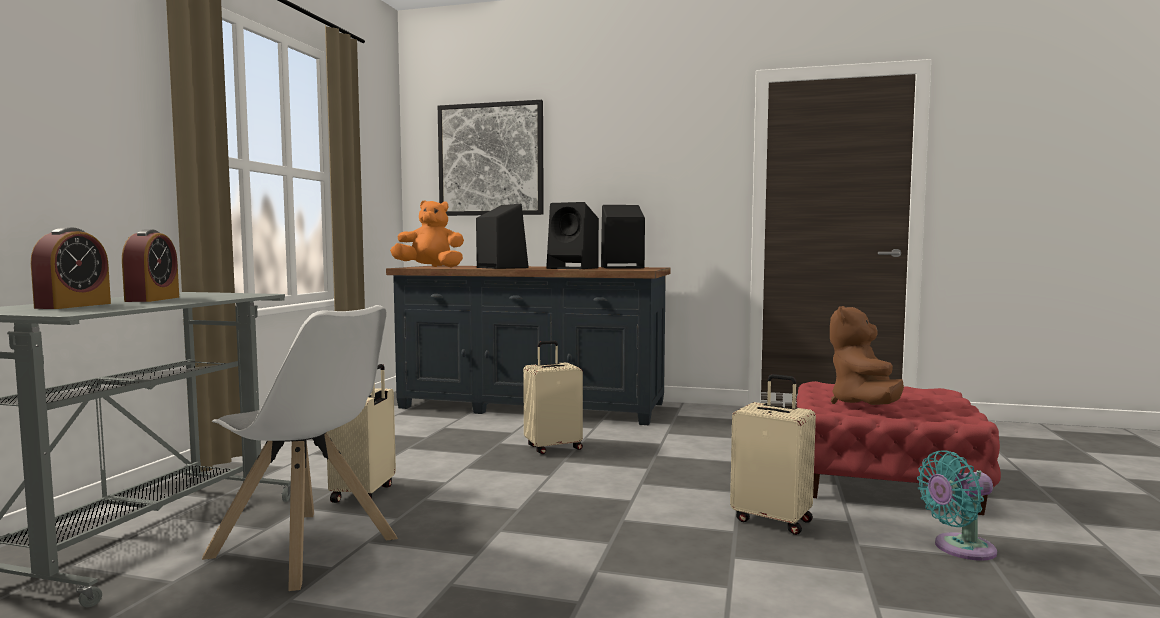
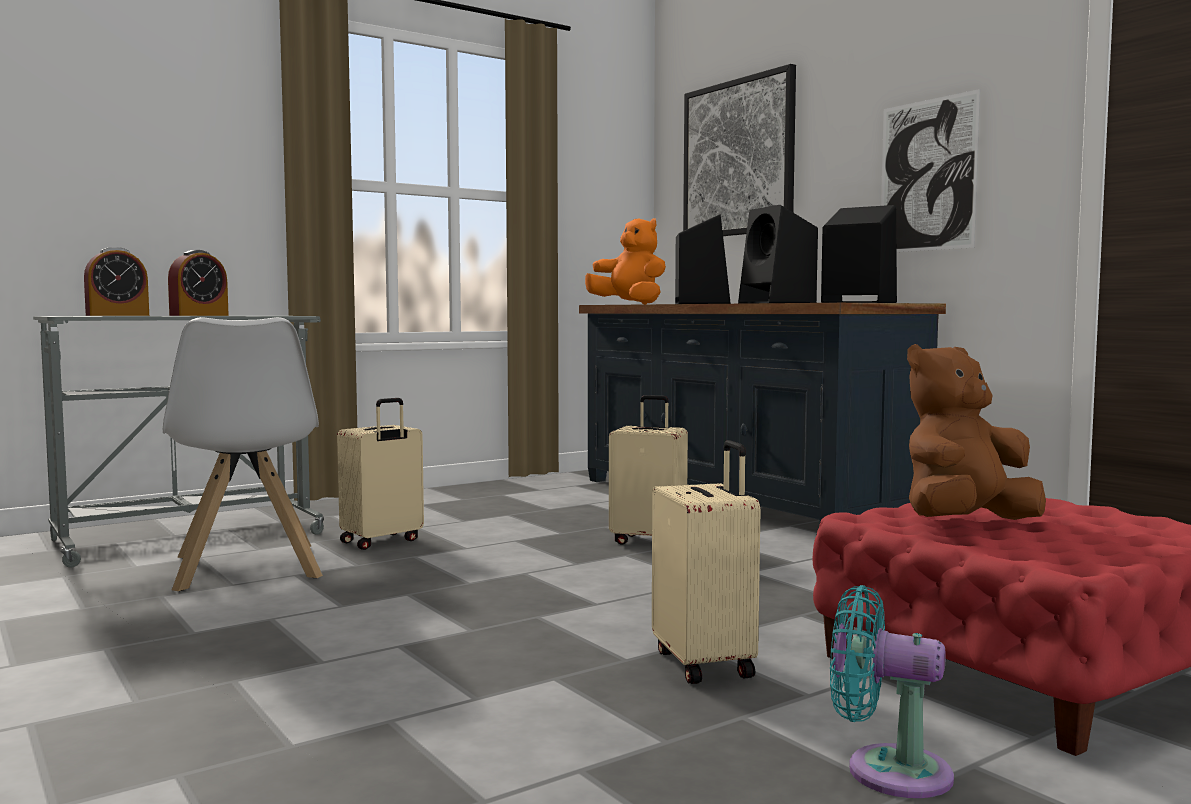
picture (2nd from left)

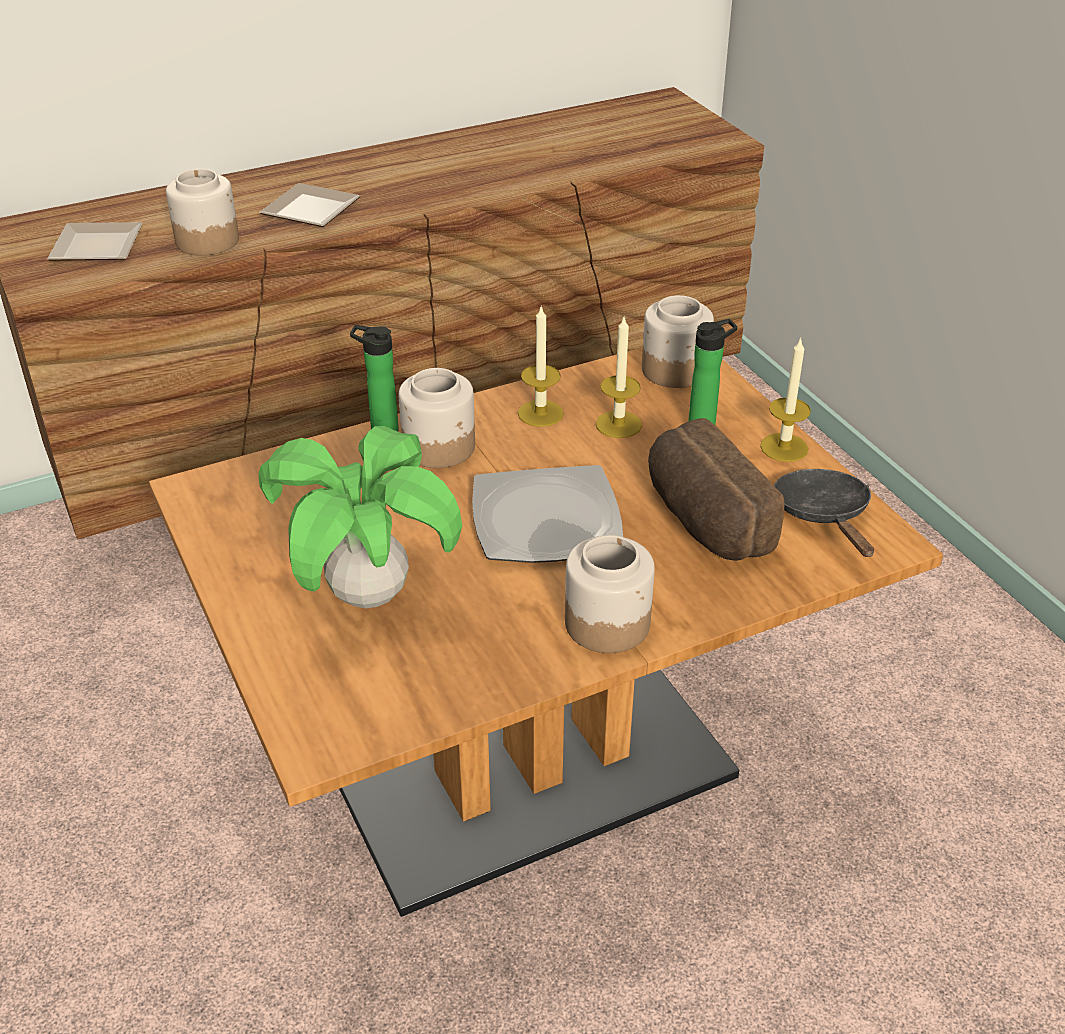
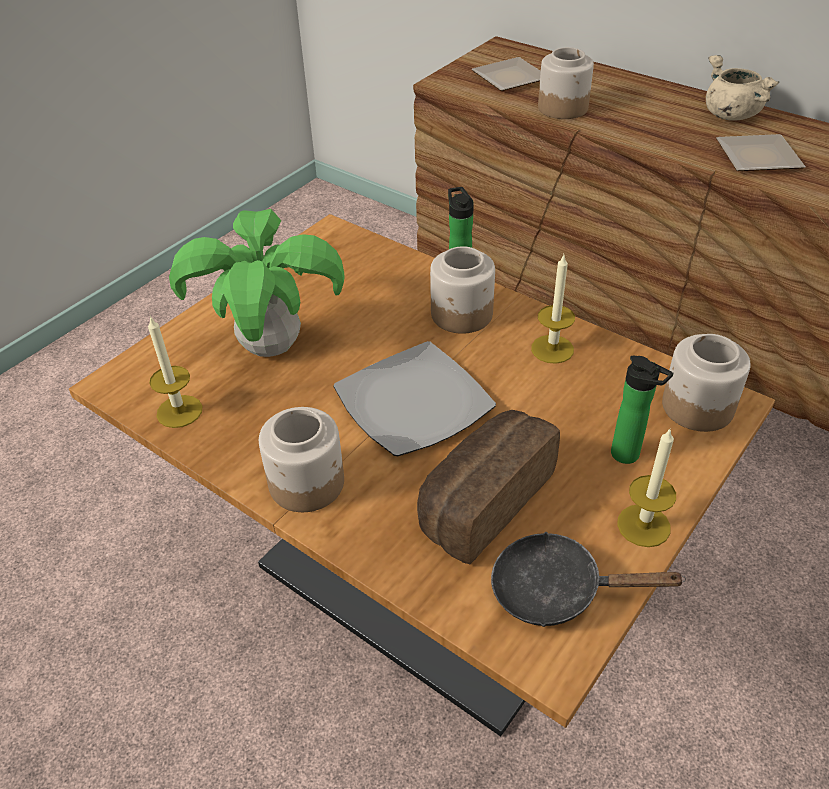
candle (1st from left)
black_frying_pan
beige_cooking_pot
plate (3rd from left)

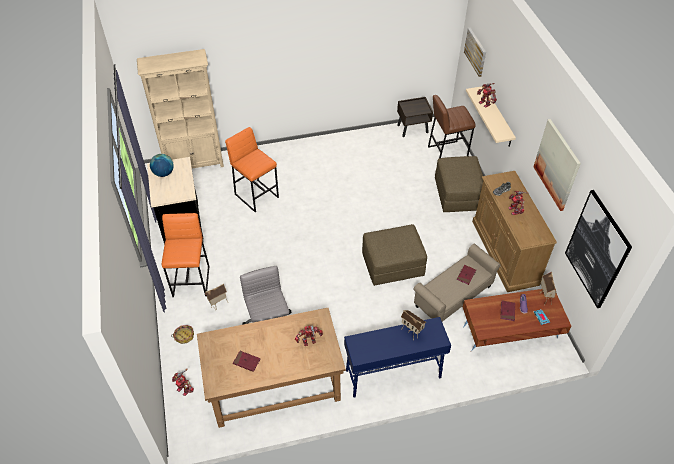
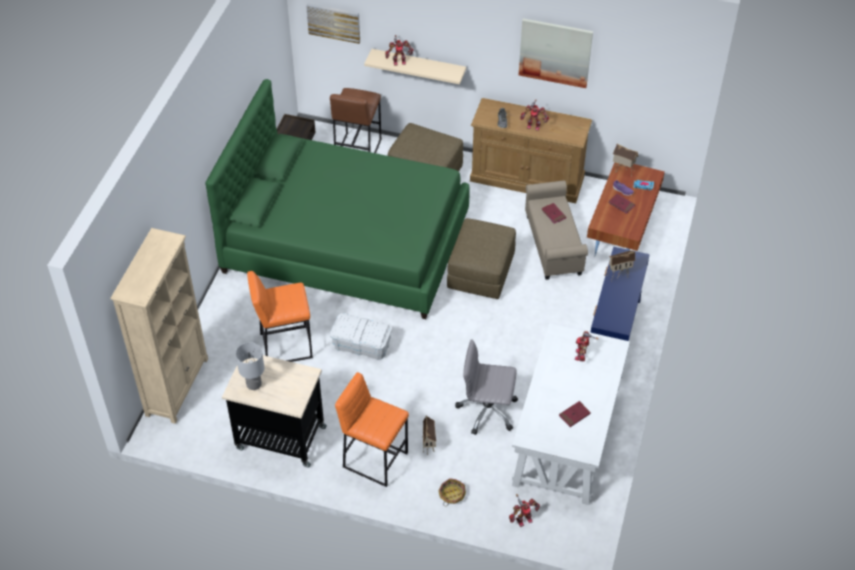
green_bed
grey_table_lamp
white_storage_box
white_desk
picture (3rd from left in the first image)

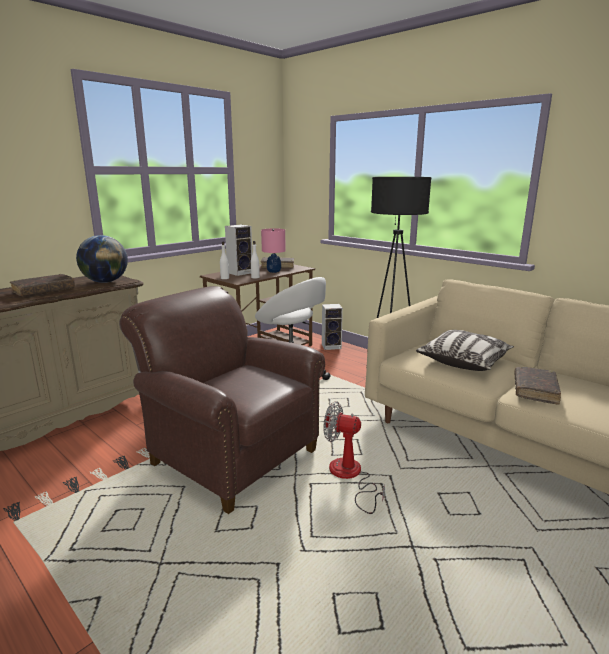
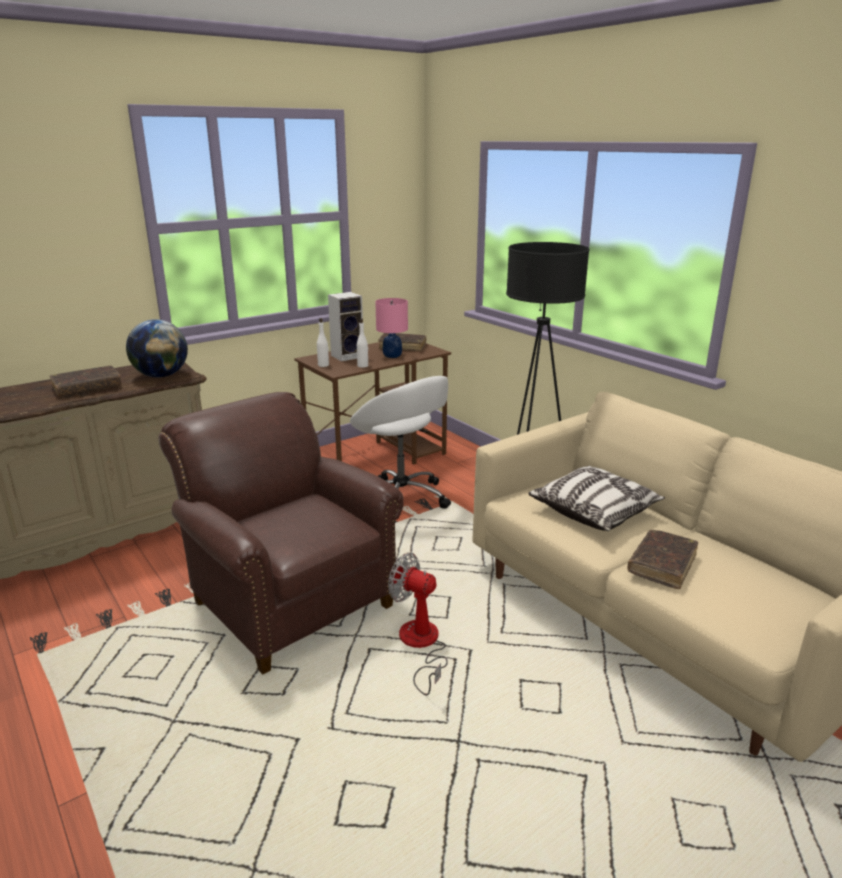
speaker (2nd from left in the first image)

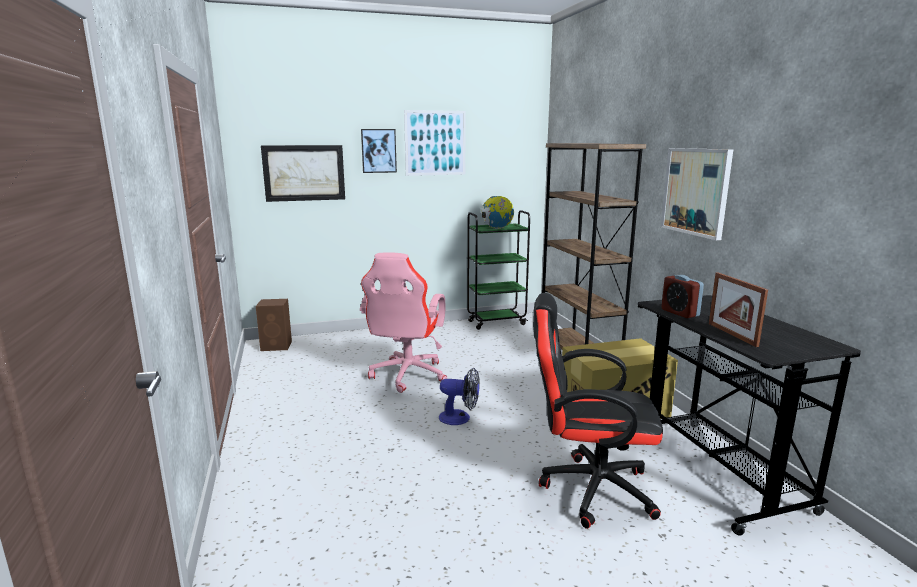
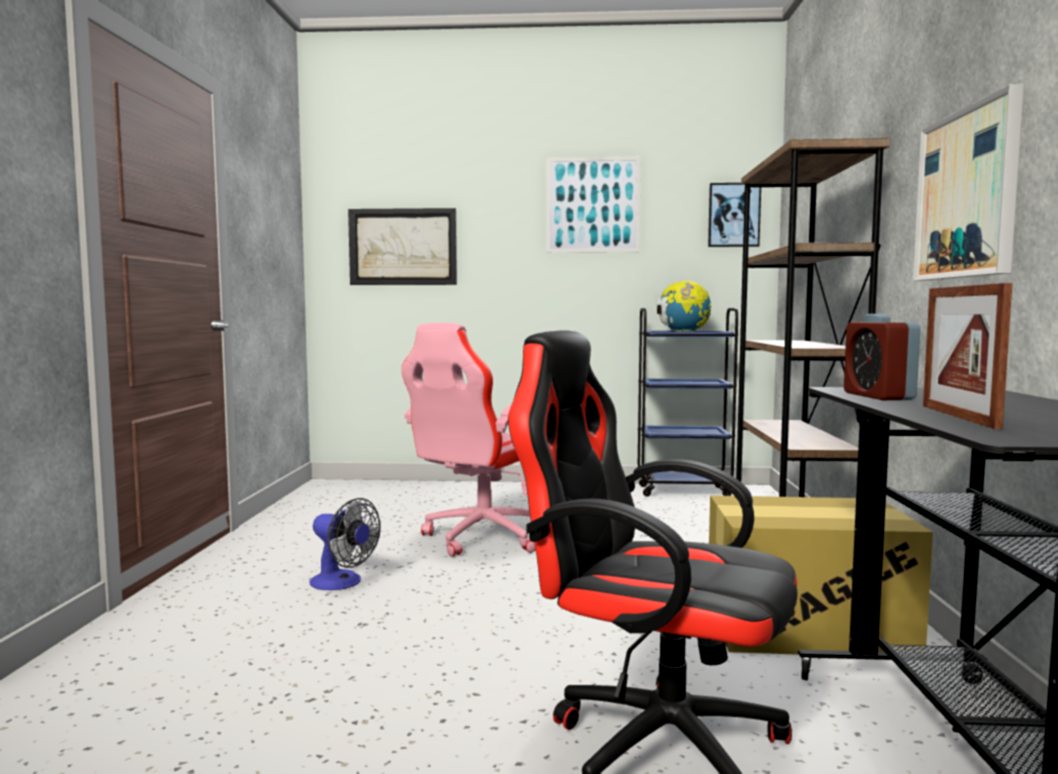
fan
blue_cart
picture (3rd from left)
brown_speaker

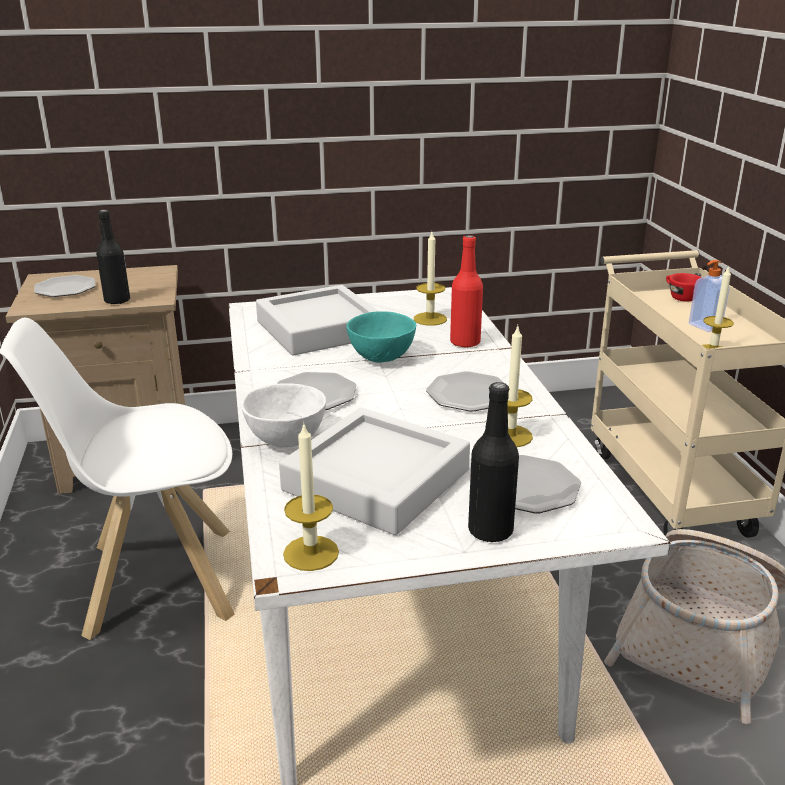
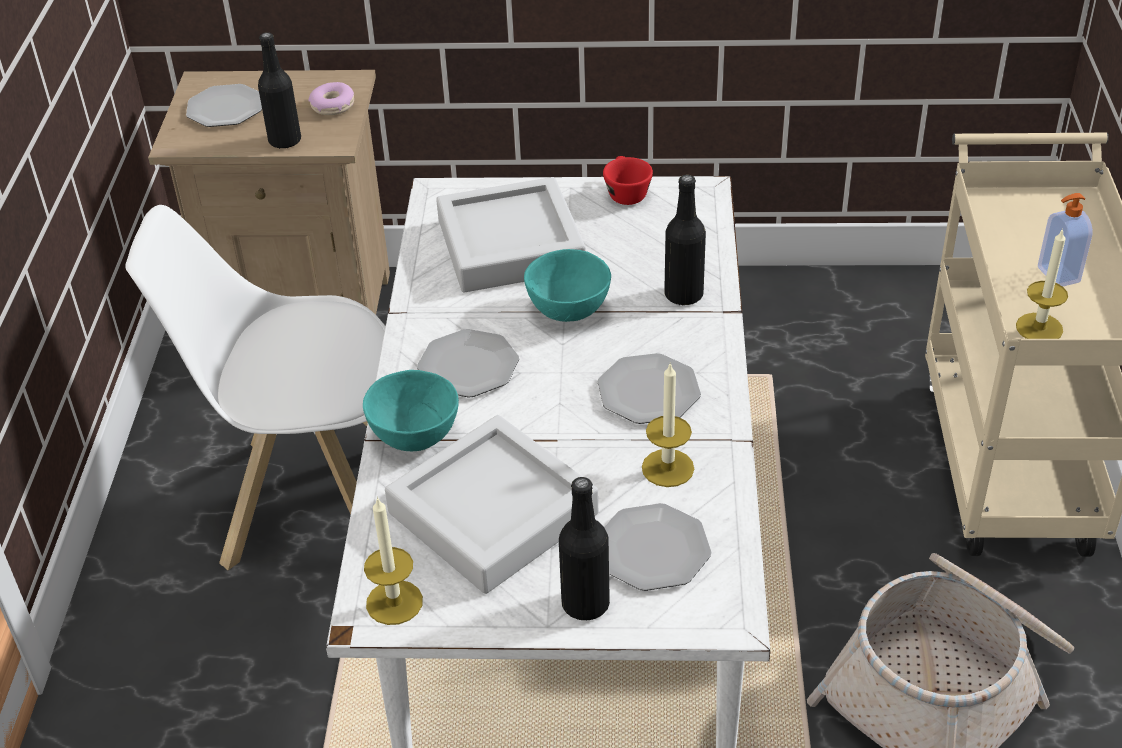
donut
turquoise_bowl (1st from left)
red_cup
black_bottle (3rd from left)
candle (2nd from left in the first image)

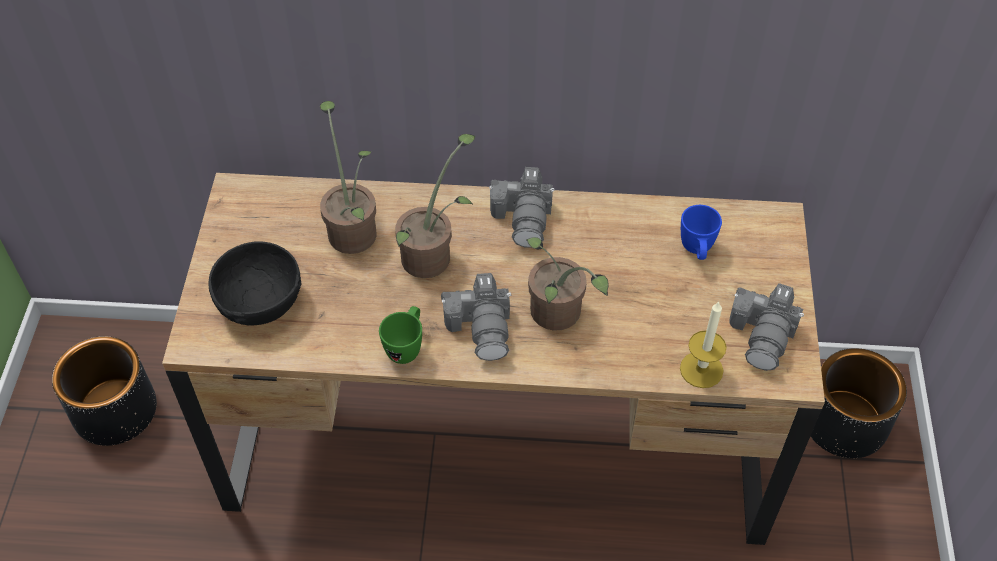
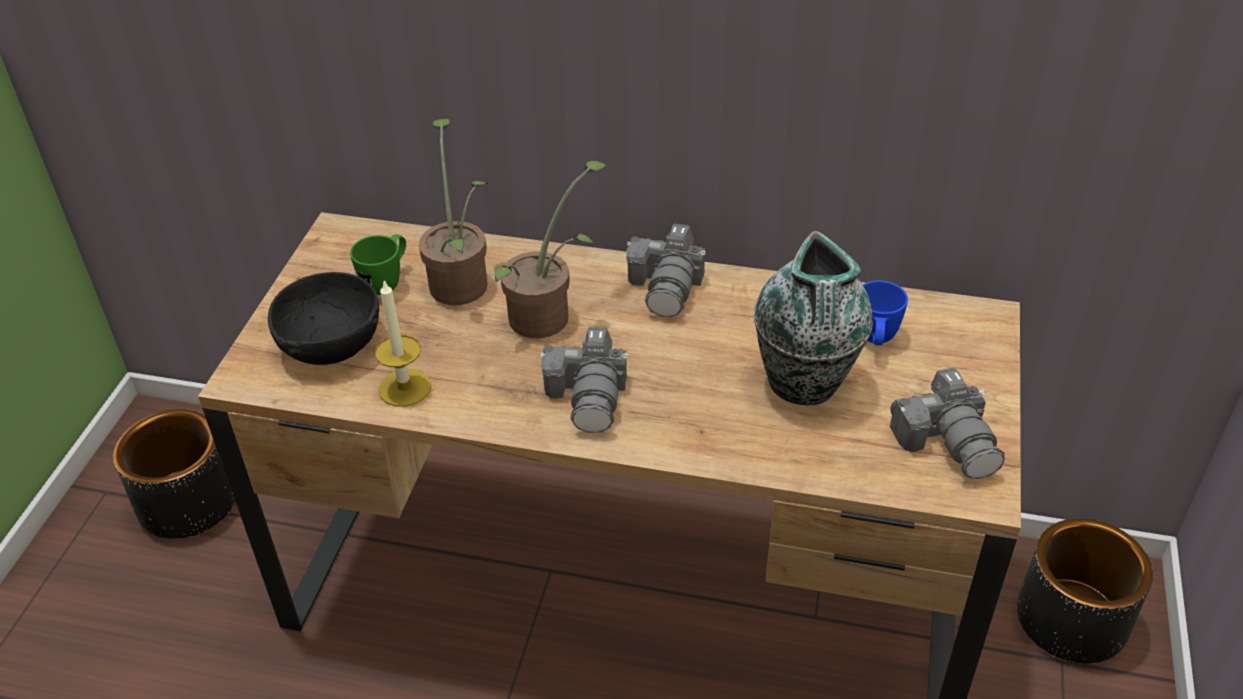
green_mug
candle
vase
photo_camera (3rd from left)
potted_plant (3rd from left in the first image)

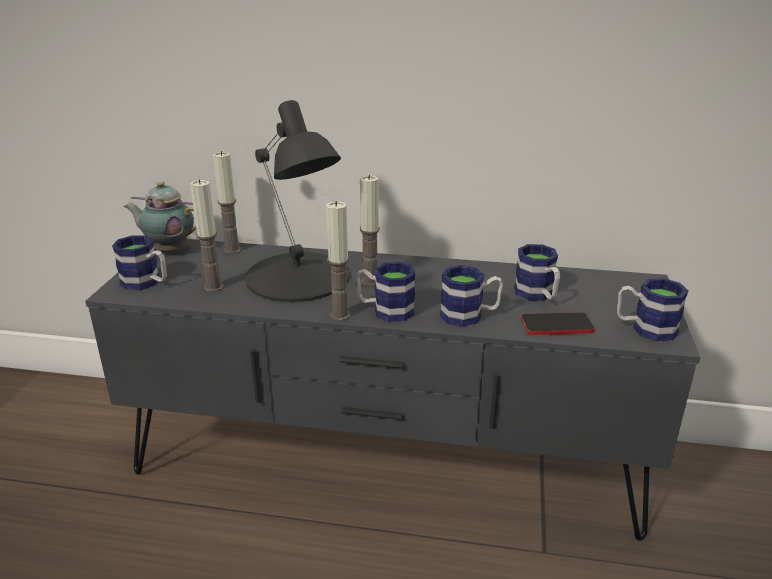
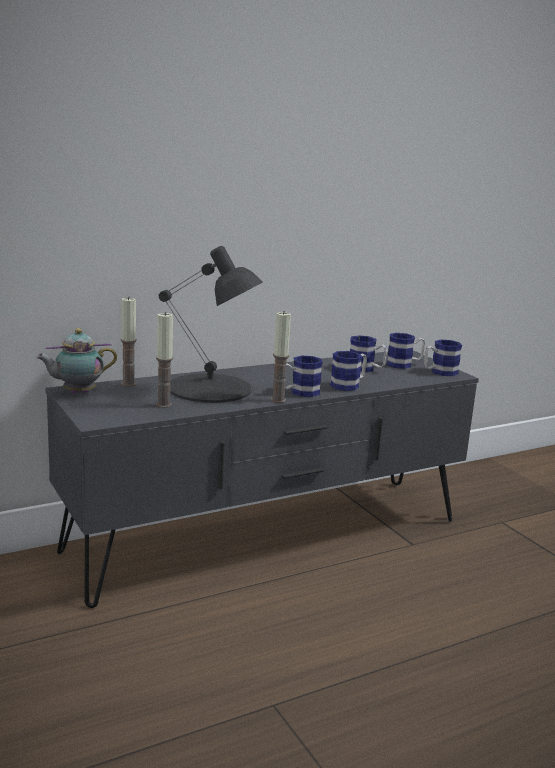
mug (4th from left)
candle (4th from left in the first image)
phone

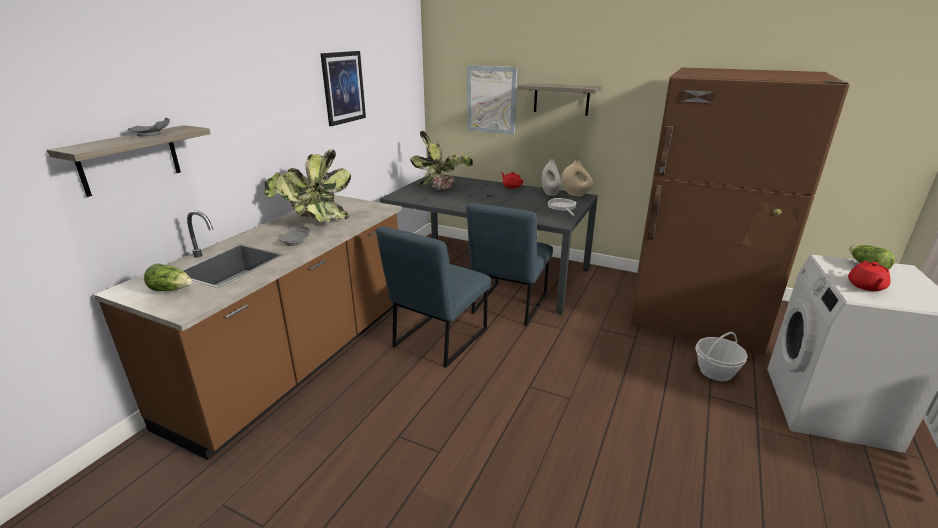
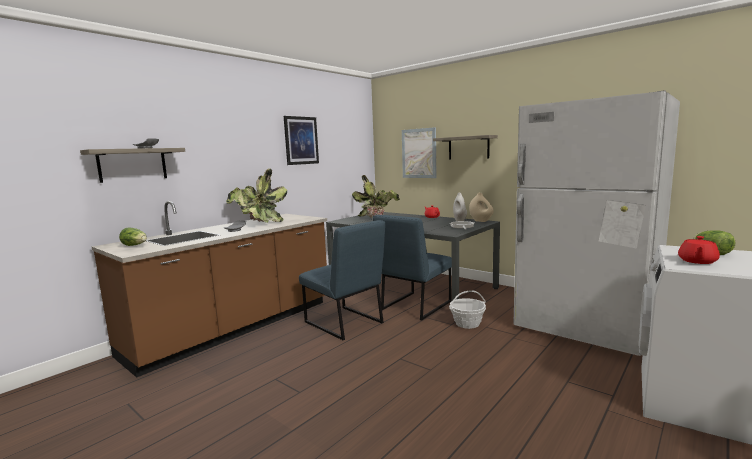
blue_chair (1st from left)
basket
white_fridge

